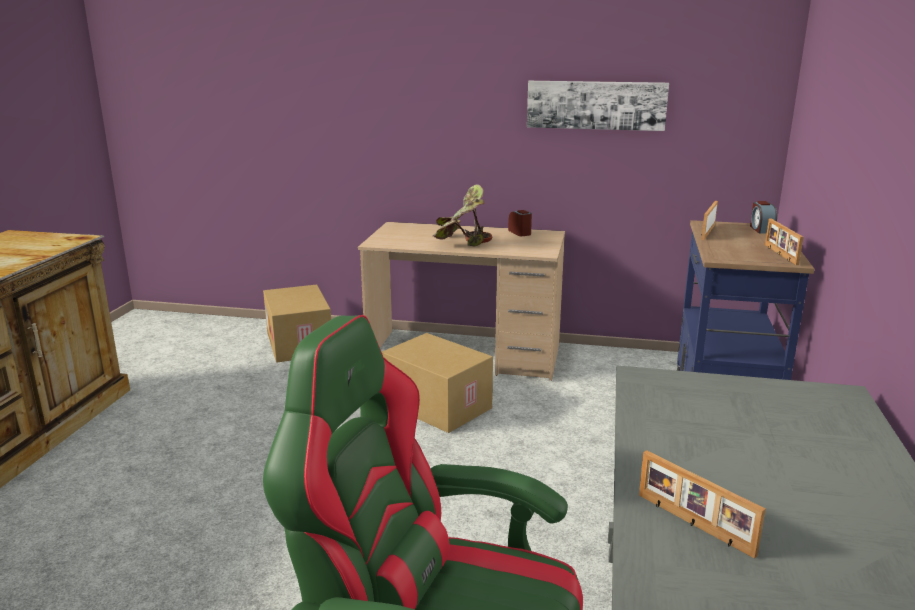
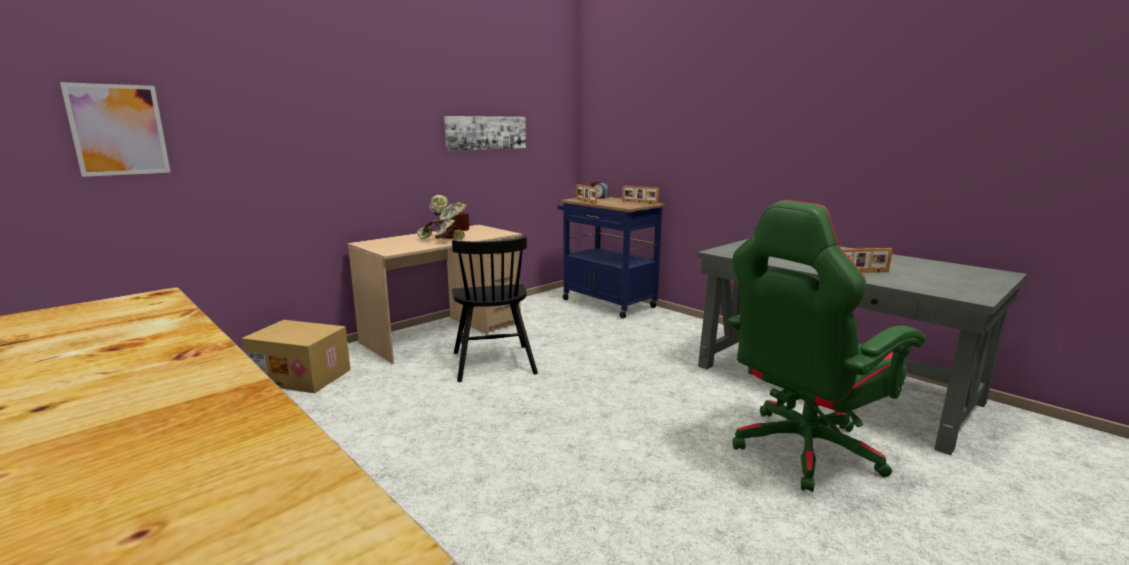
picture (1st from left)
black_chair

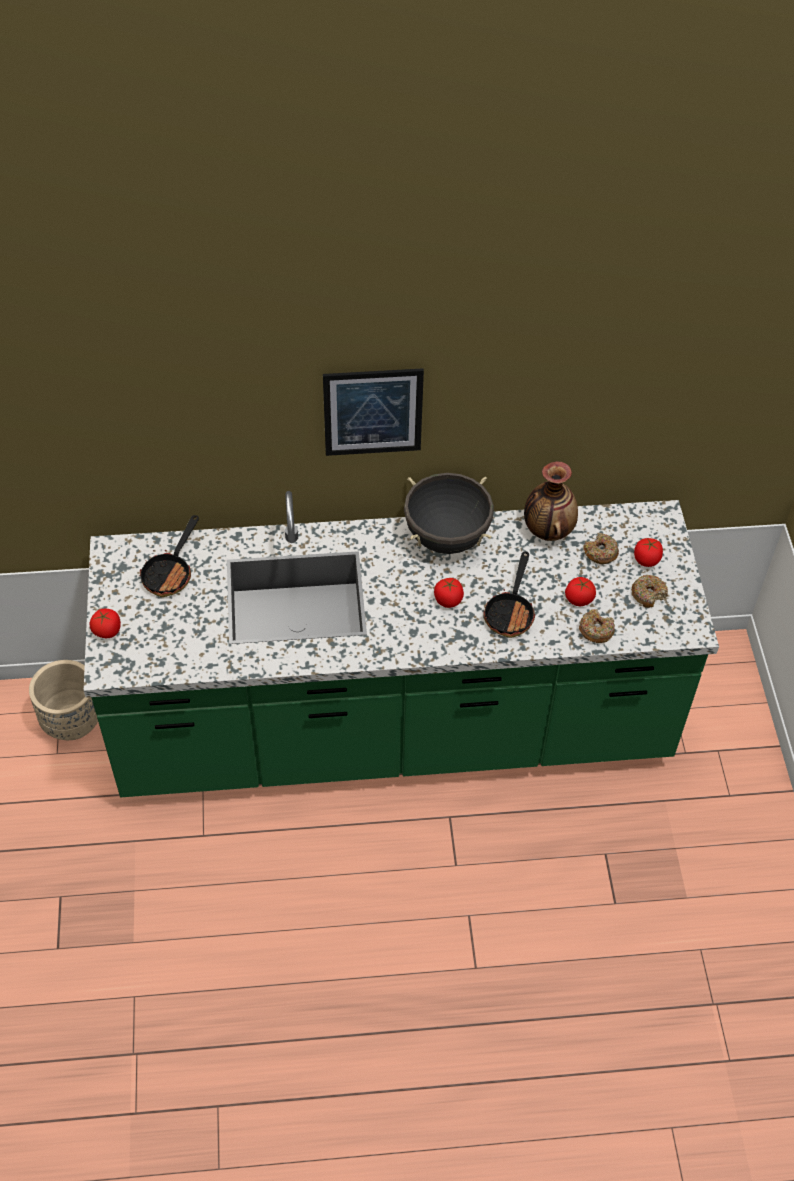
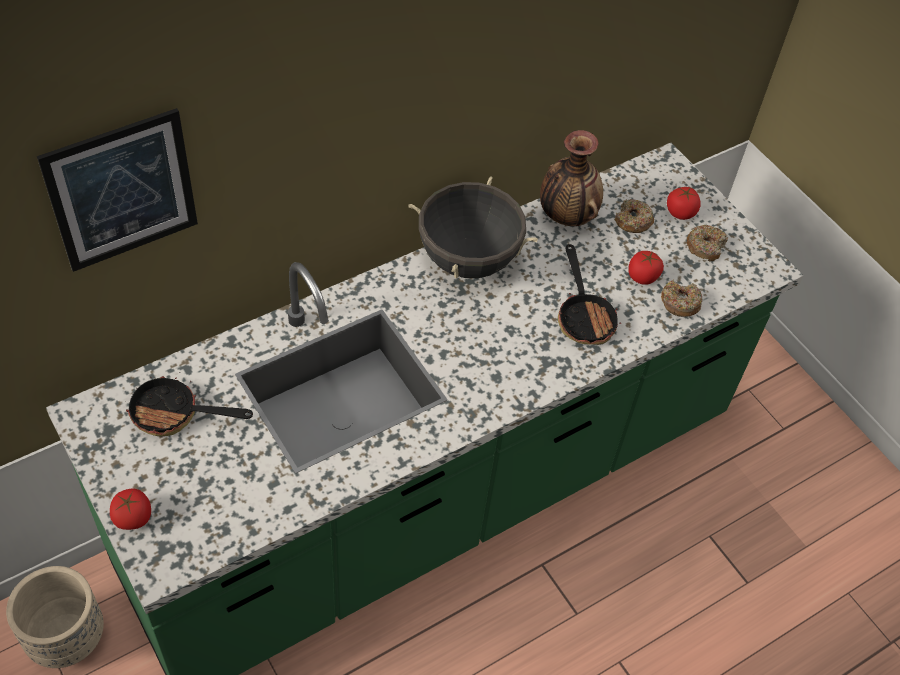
picture
frying_pan (1st from left)
tomato (2nd from left in the first image)

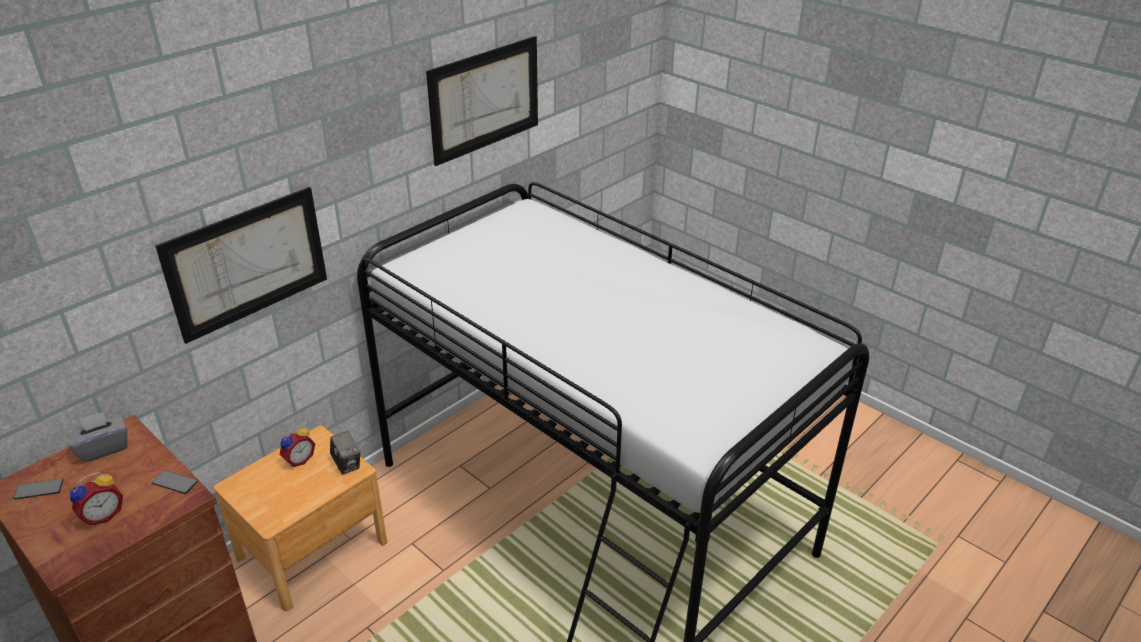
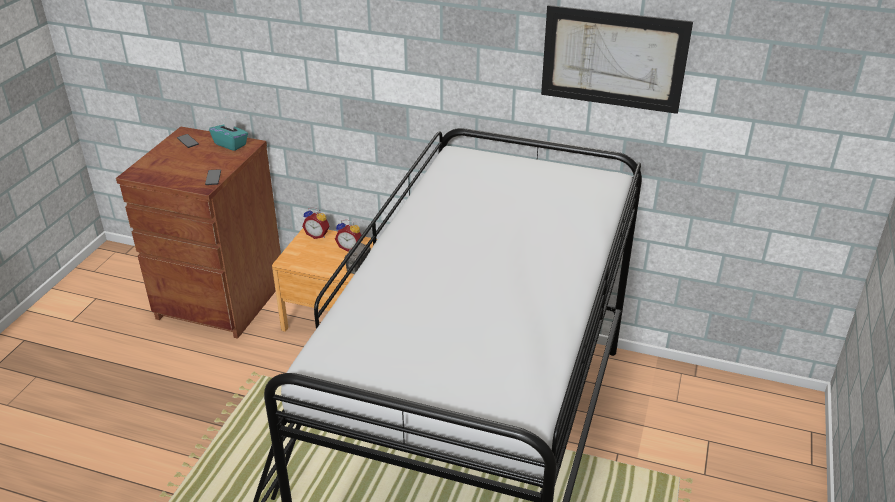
turquoise_tissue_box
alarm_clock (1st from left)
picture (1st from left in the first image)

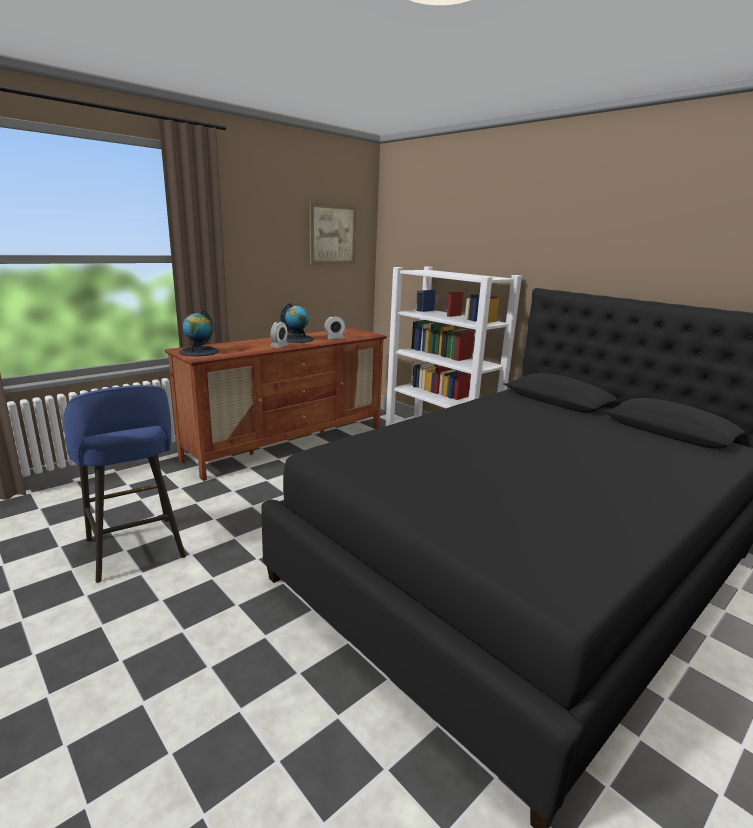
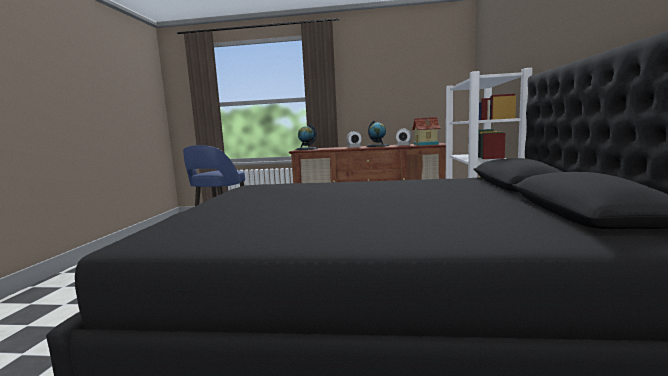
toy_house
picture

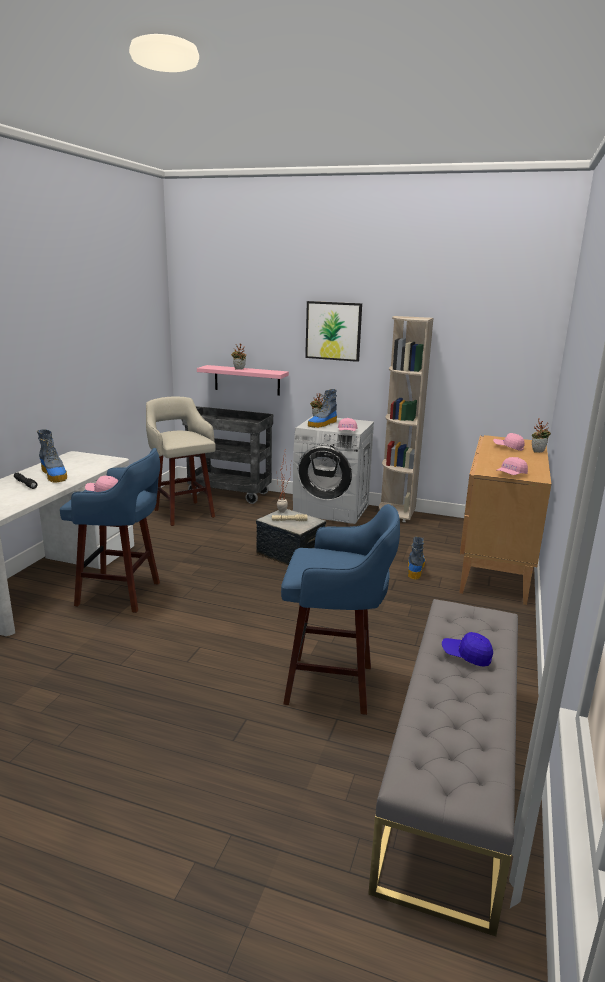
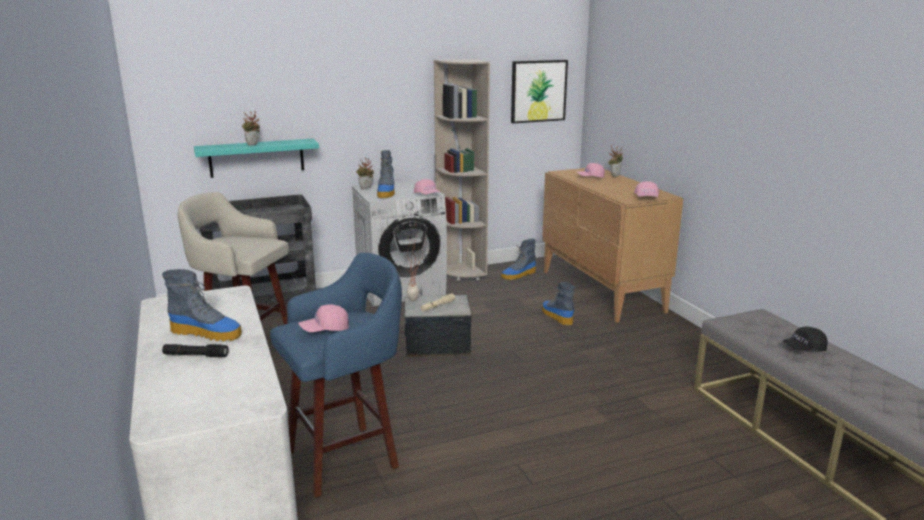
turquoise_shelf
boot (3rd from left)
picture
black_cap
blue_stool (2nd from left in the first image)

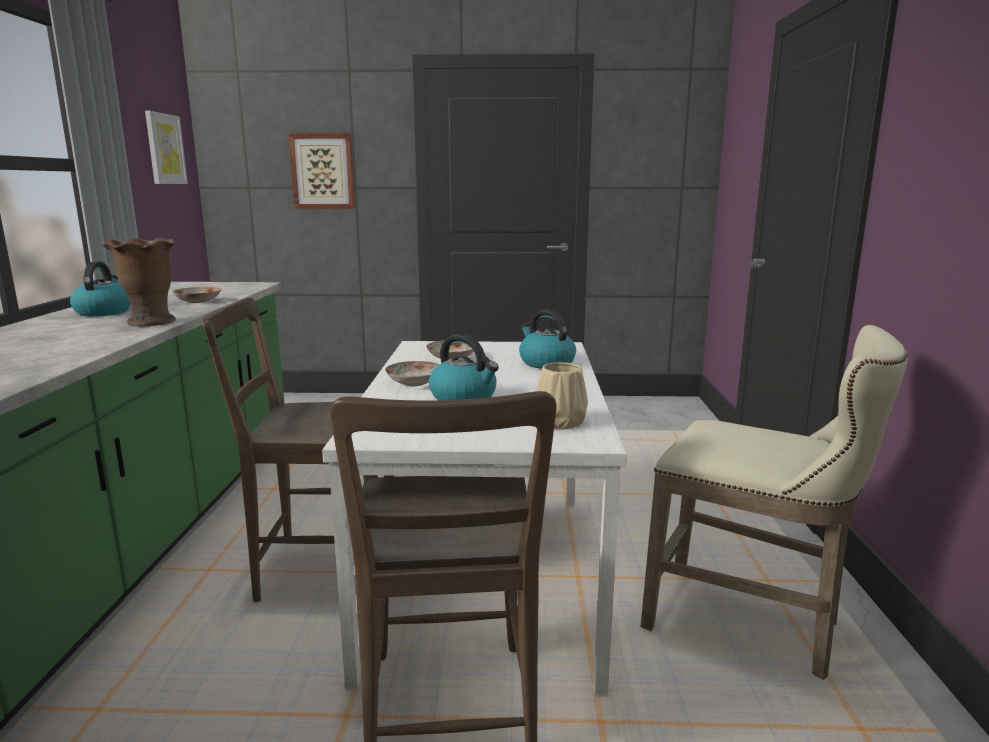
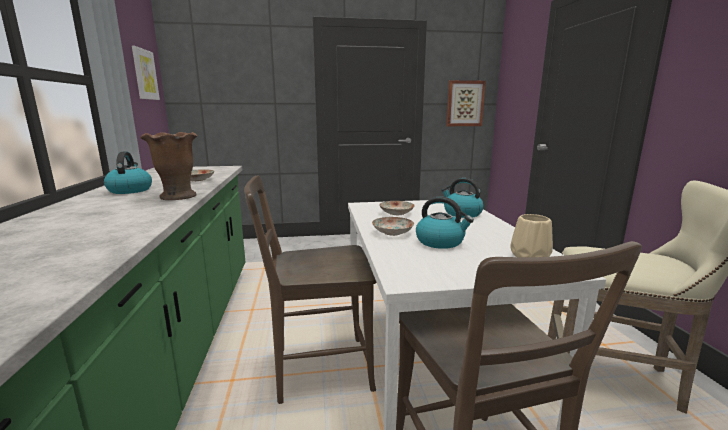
picture (2nd from left)

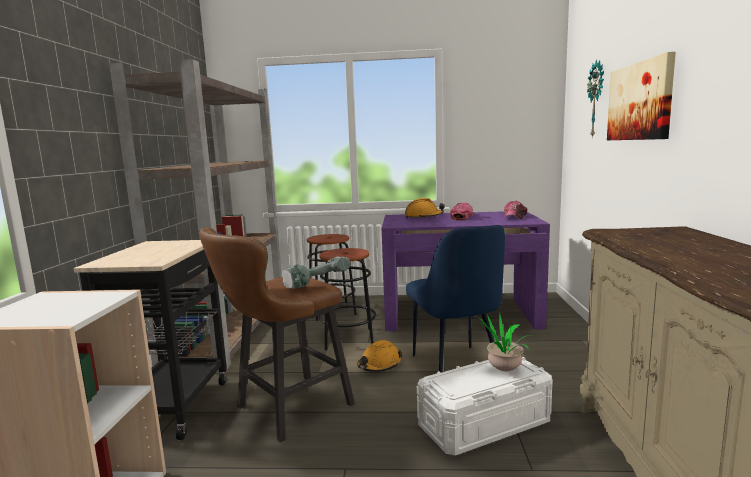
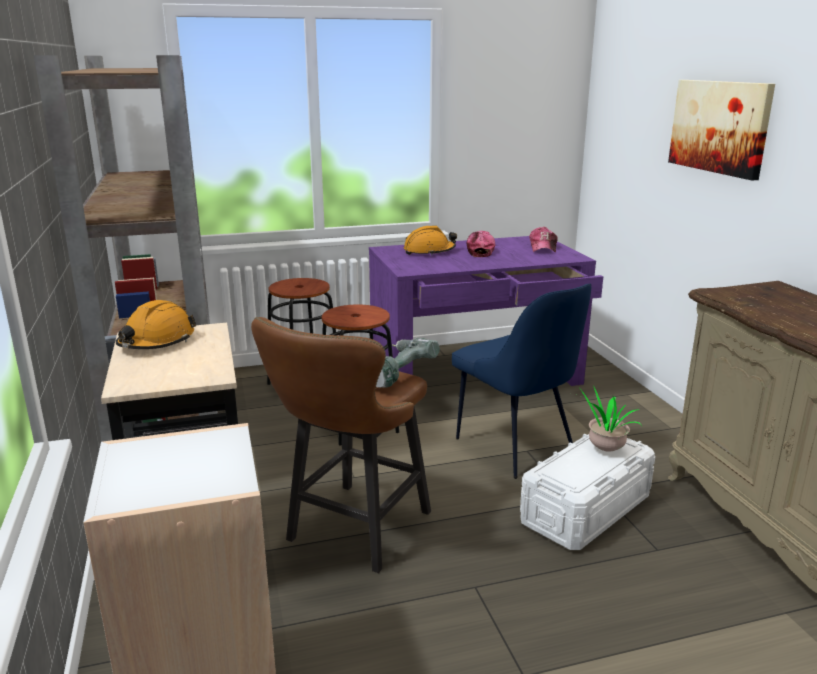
orange_hard_hat (1st from left)
wall_clock

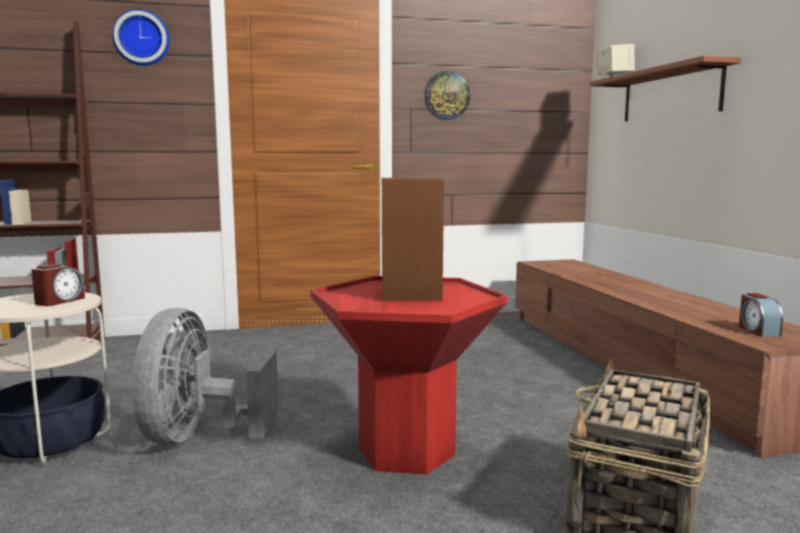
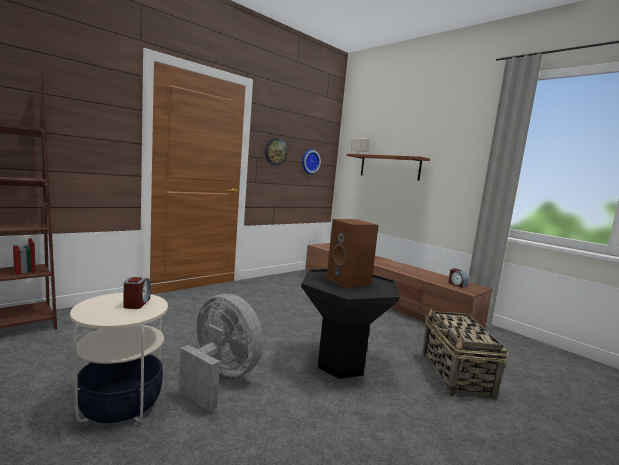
grey_fan
black_side_table
wall_clock (2nd from left)

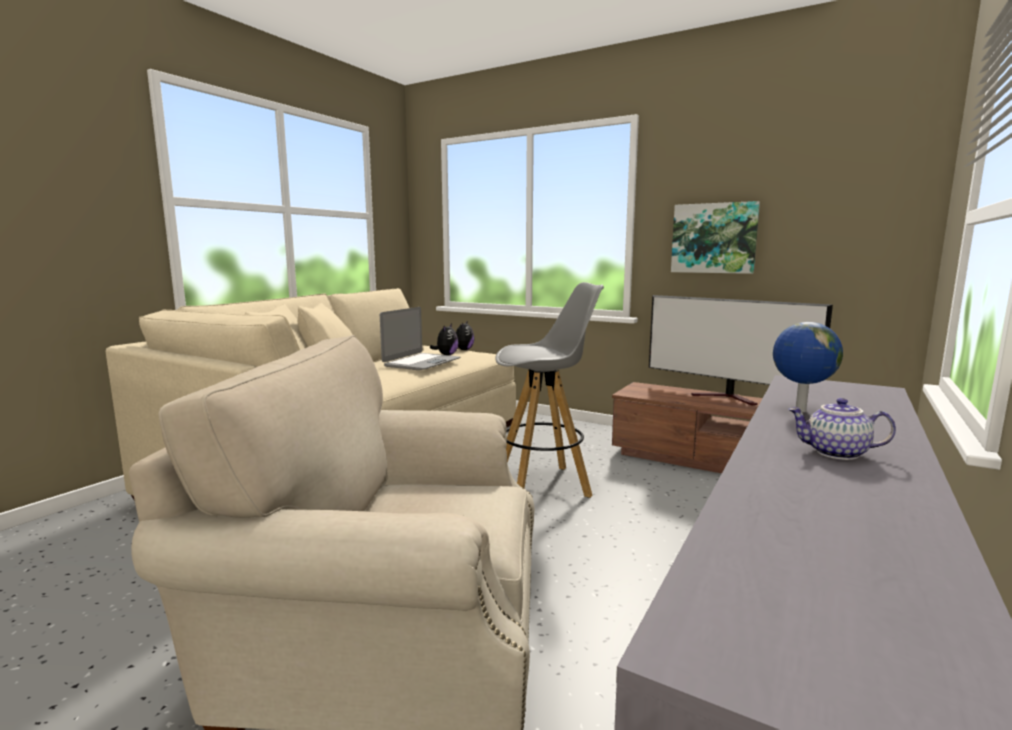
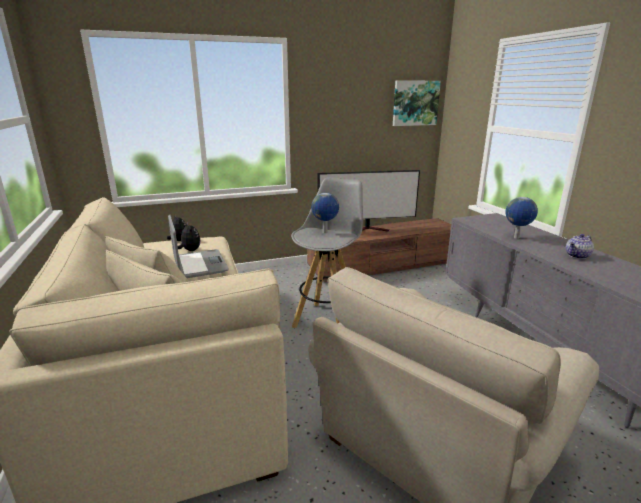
globe (1st from left)
picture

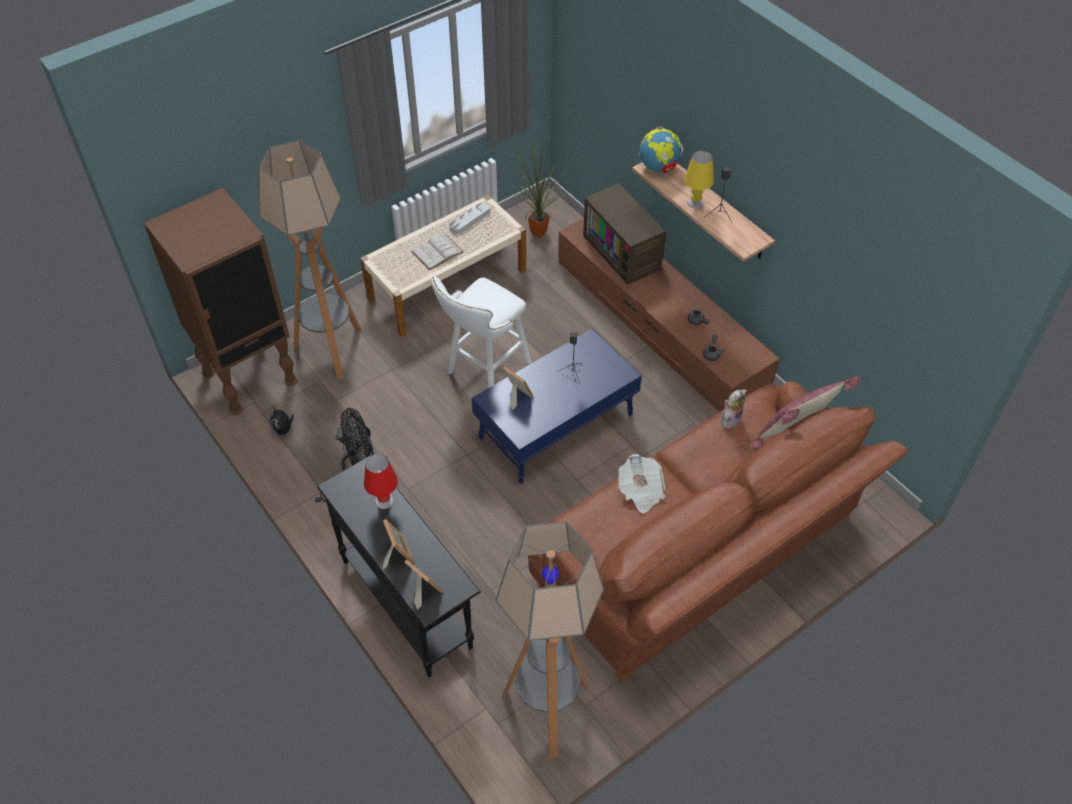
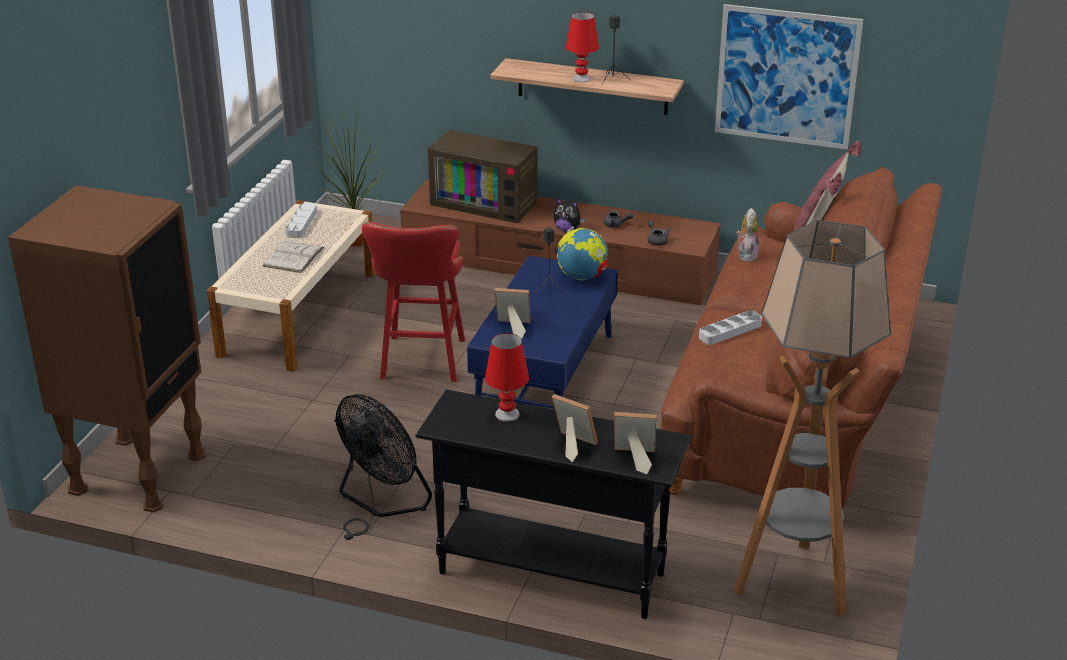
red_stool
plush_toy (1st from left)
globe
red_table_lamp (2nd from left)
grey_tray (2nd from left)
picture
floor_lamp (1st from left in the first image)

